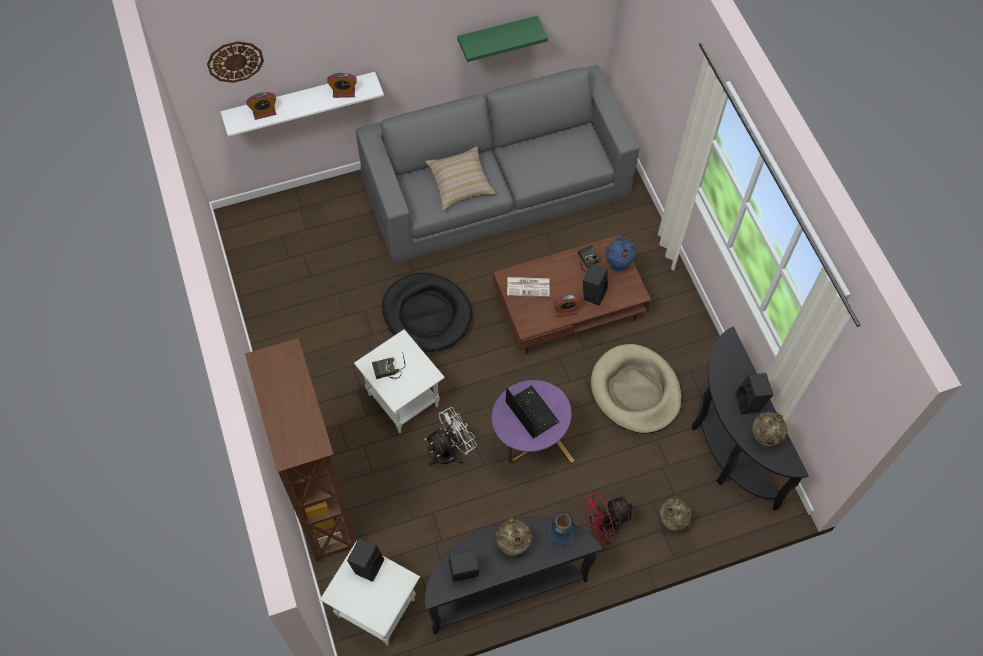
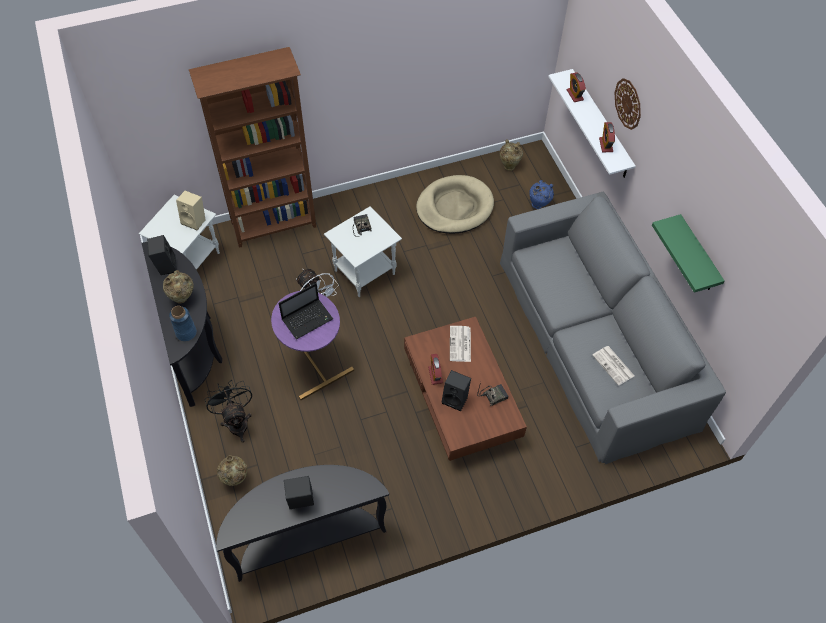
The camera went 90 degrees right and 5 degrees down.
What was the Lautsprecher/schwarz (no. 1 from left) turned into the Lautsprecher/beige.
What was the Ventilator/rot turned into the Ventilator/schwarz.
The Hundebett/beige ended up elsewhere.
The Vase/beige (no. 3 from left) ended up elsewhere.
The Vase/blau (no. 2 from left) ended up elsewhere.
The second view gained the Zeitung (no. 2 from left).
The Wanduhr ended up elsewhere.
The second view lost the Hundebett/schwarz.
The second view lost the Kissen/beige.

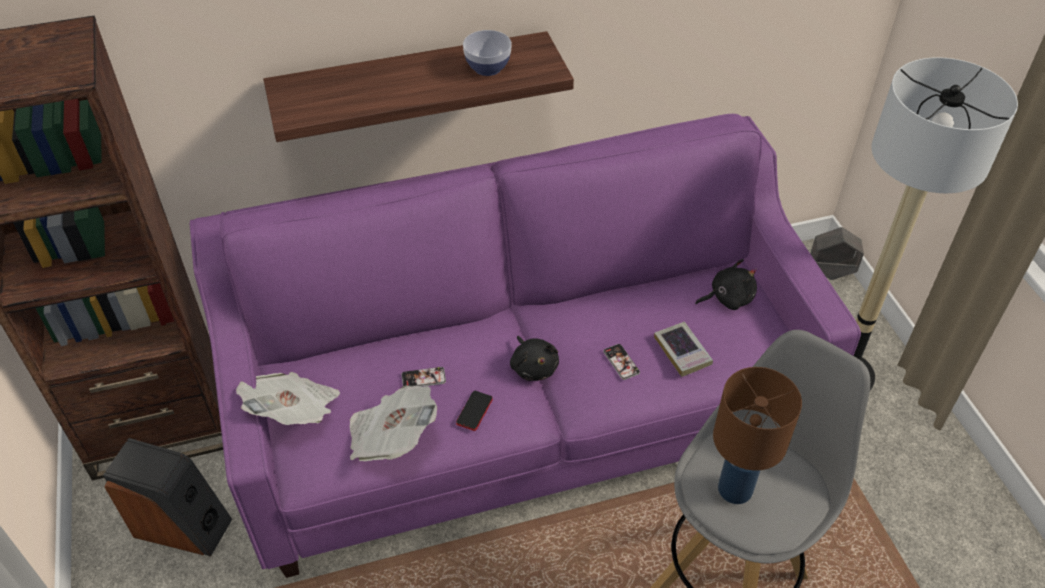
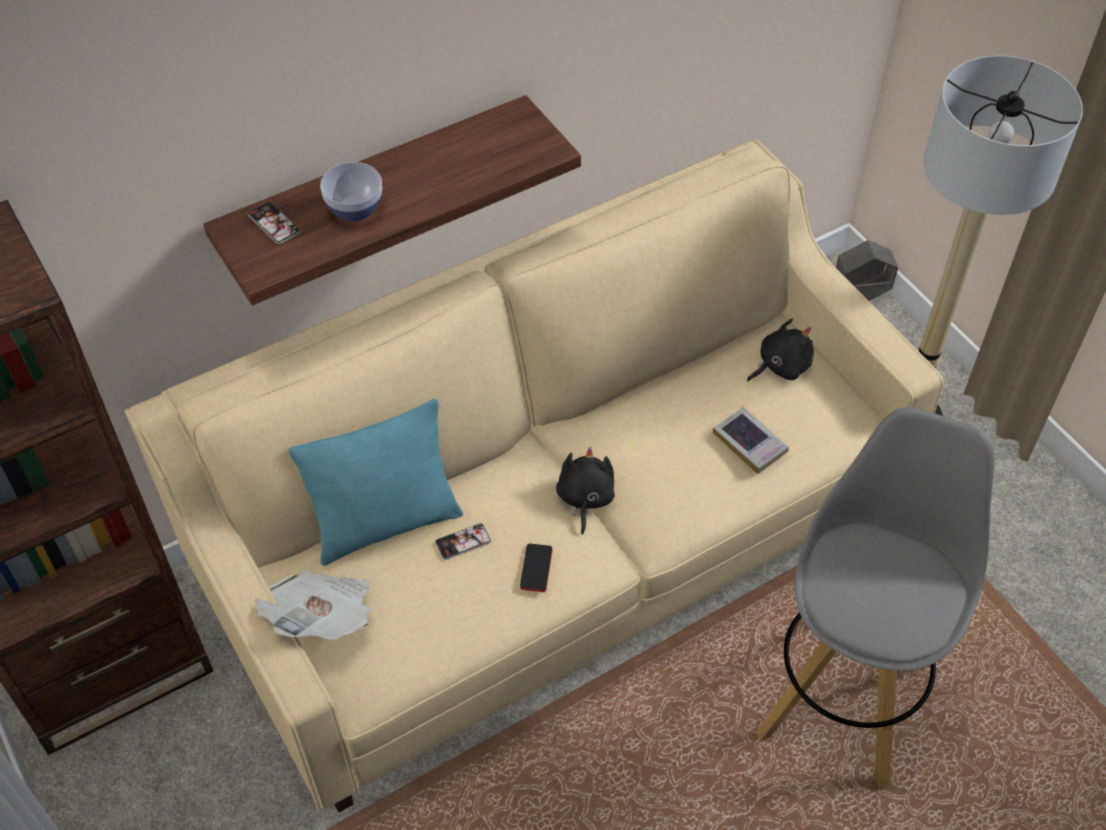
The camera went 15 degrees left and 5 degrees up.
What was the Sofa/lila turned into the Sofa/beige.
The Handy (no. 3 from left in the first image) ended up elsewhere.
The second view gained the Kissen/türkis.
The Schüssel ended up elsewhere.
The Plüschtier/schwarz (no. 1 from left) ended up facing another way, 135 degrees counterclockwise from before.
The second view lost the Lautsprecher.
The second view lost the Zeitung (no. 2 from left).
The second view lost the Tischlampe/braun.

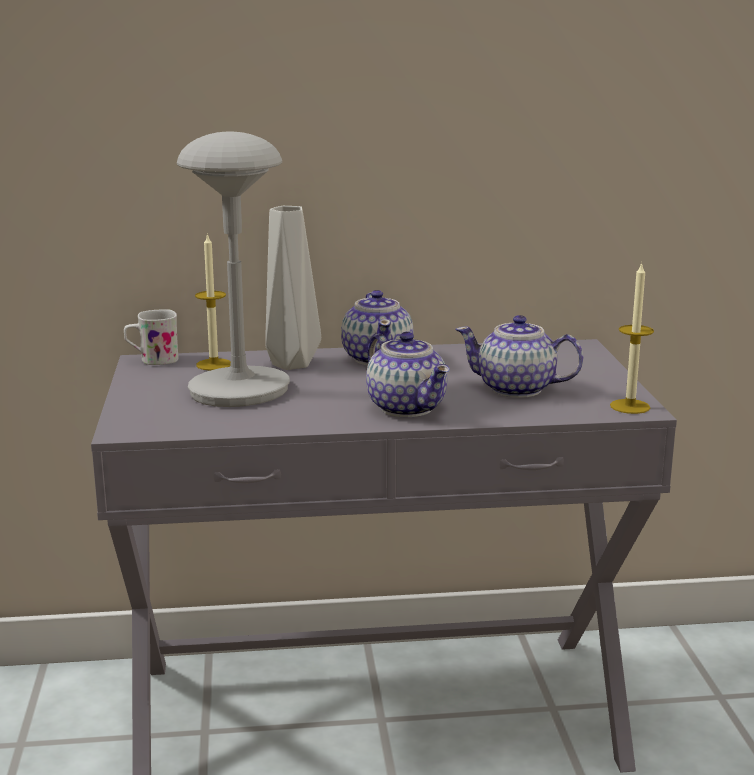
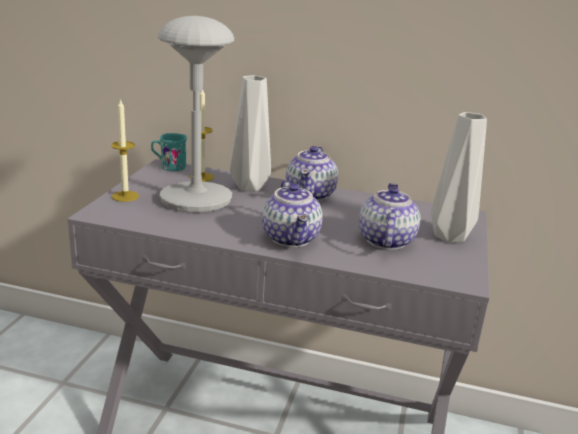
The camera went 20 degrees right and 5 degrees up.
The Kerze (no. 2 from left in the first image) ended up elsewhere.
What was the Henkelbecher/weiß turned into the Henkelbecher/türkis.
The Teekanne (no. 3 from left) ended up facing another way, 60 degrees clockwise from before.
The second view gained the Vase/grau (no. 2 from left).

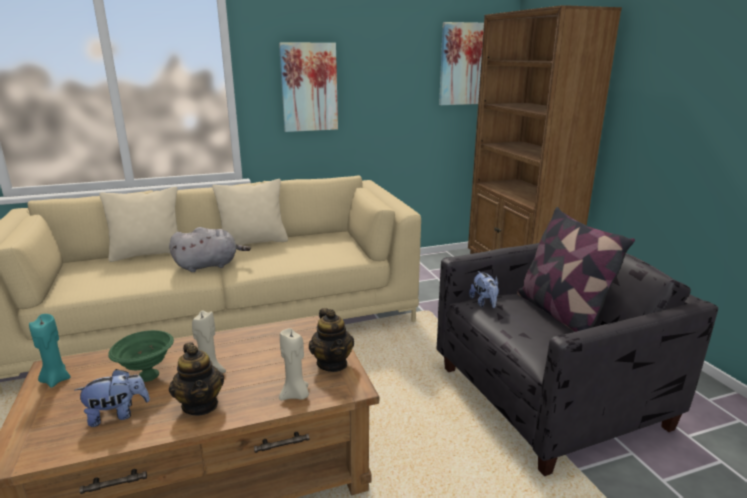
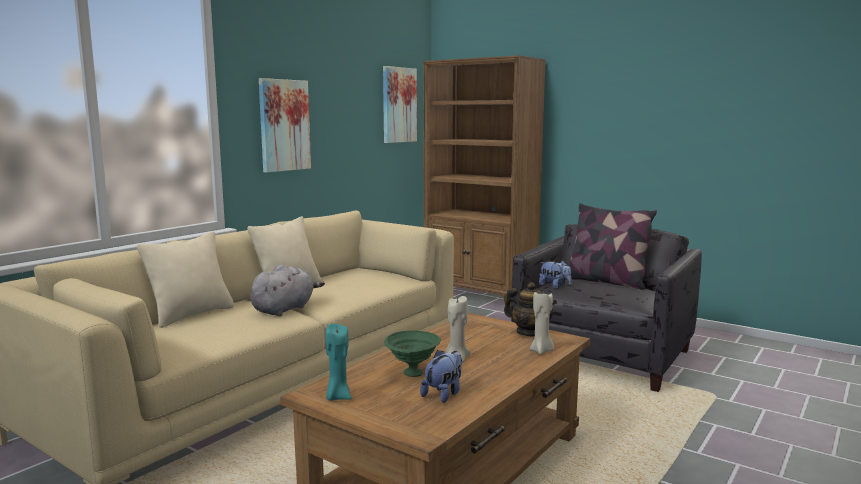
The camera went 35 degrees left and 10 degrees down.
The second view lost the Teekanne (no. 1 from left).

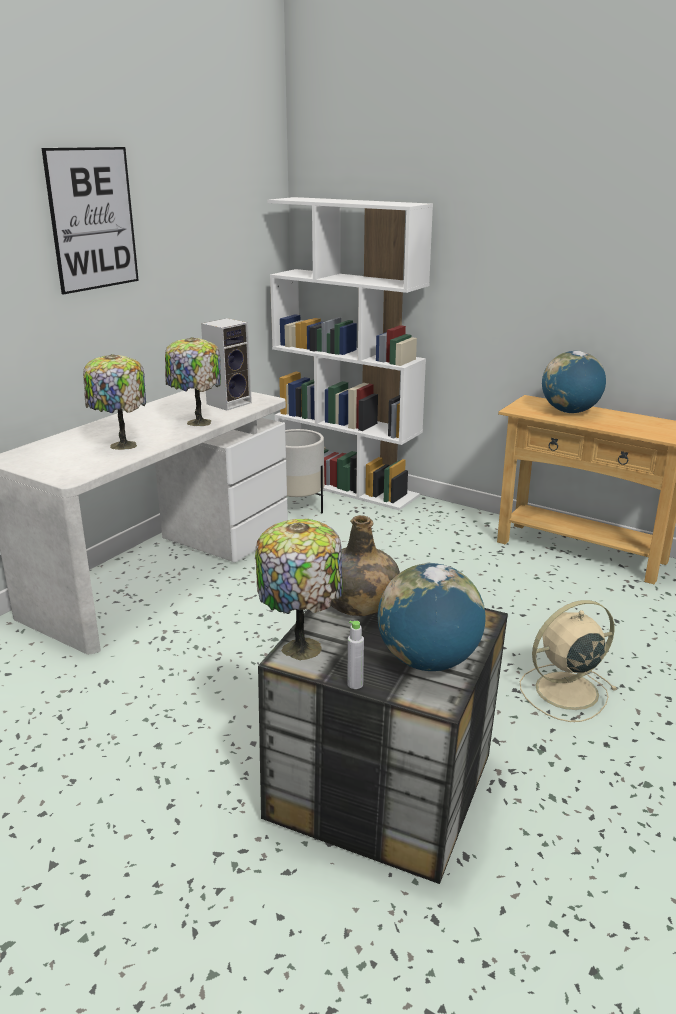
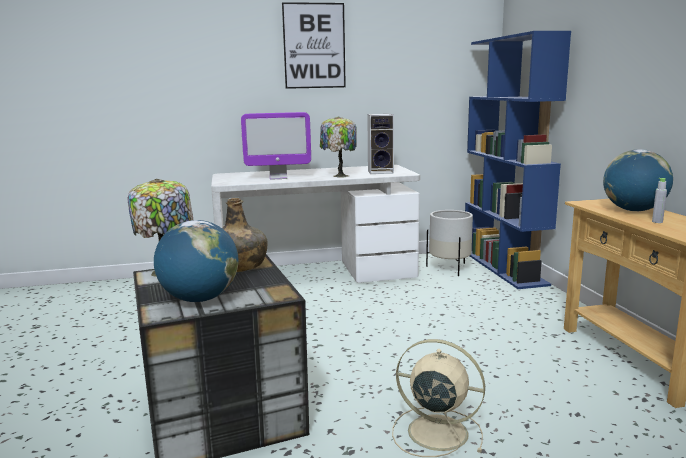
The camera went 45 degrees right and 10 degrees down.
Where the Tischlampe (no. 1 from left) stood, the Monitor came to stand.
What was the Bücherregal/weiß turned into the Bücherregal/blau.
The Flasche/grau ended up elsewhere.

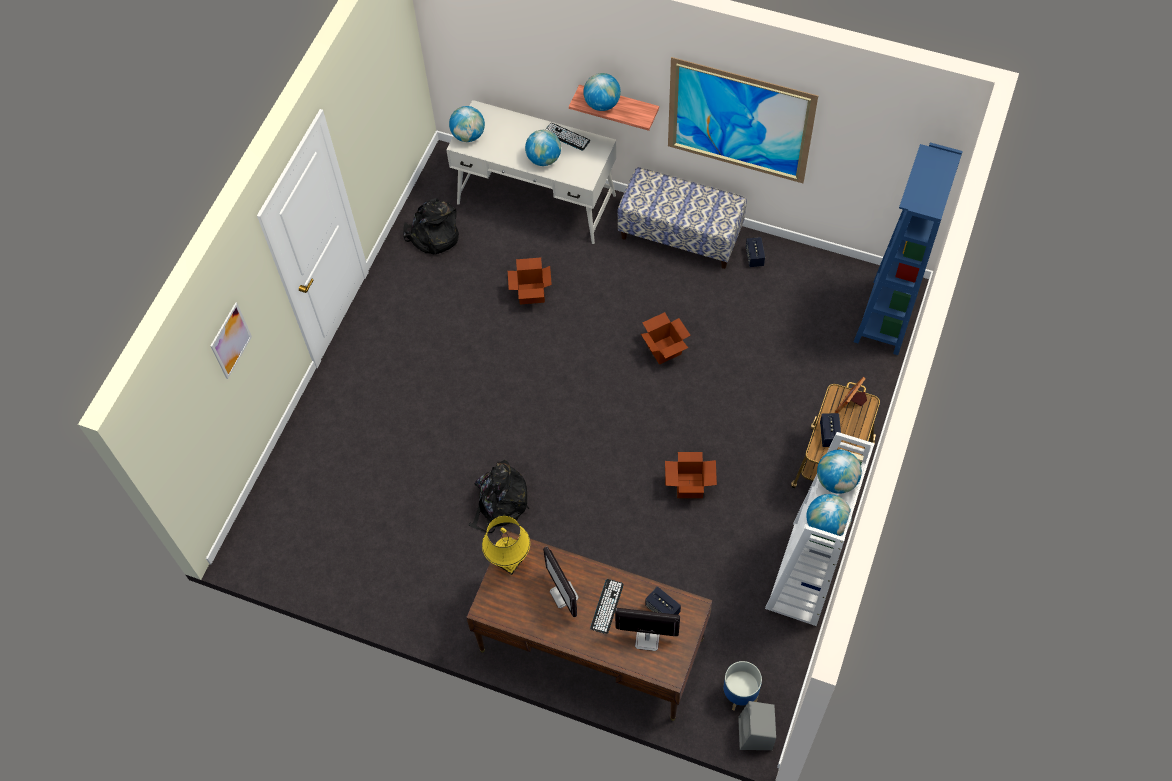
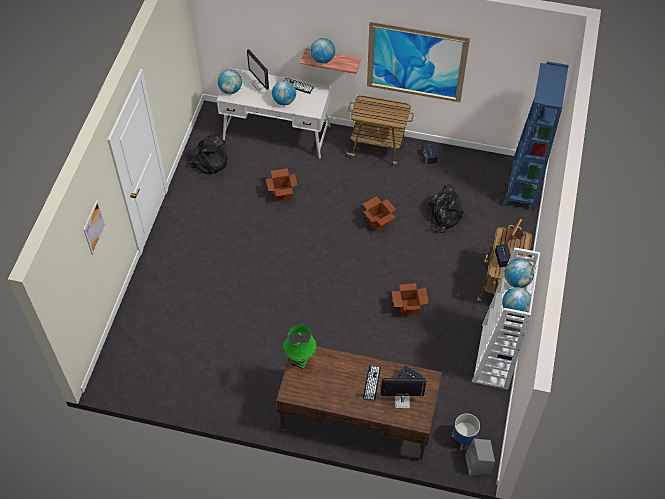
The camera went 10 degrees left and 5 degrees down.
The Monitor (no. 1 from left) ended up elsewhere.
What was the Tischlampe/gelb turned into the Tischlampe/grün.
Where the Bank stood, the Rollwagen (no. 1 from left) came to stand.
The Rucksack/schwarz (no. 2 from left) ended up elsewhere.

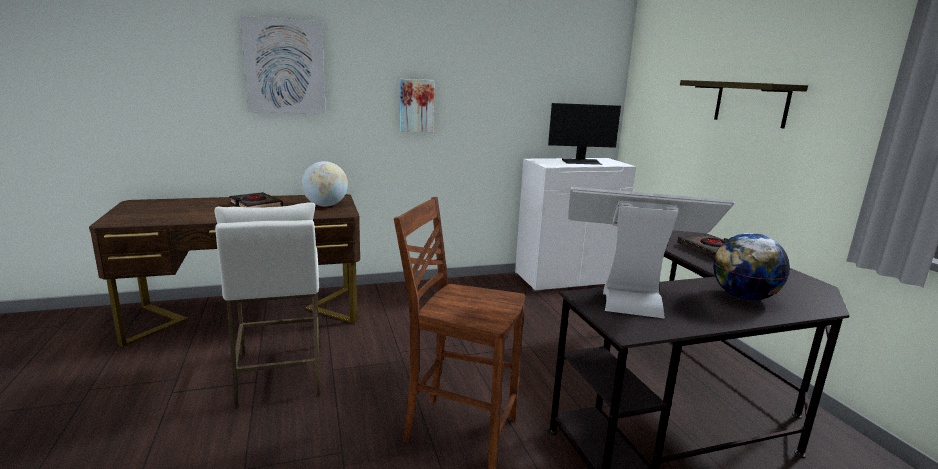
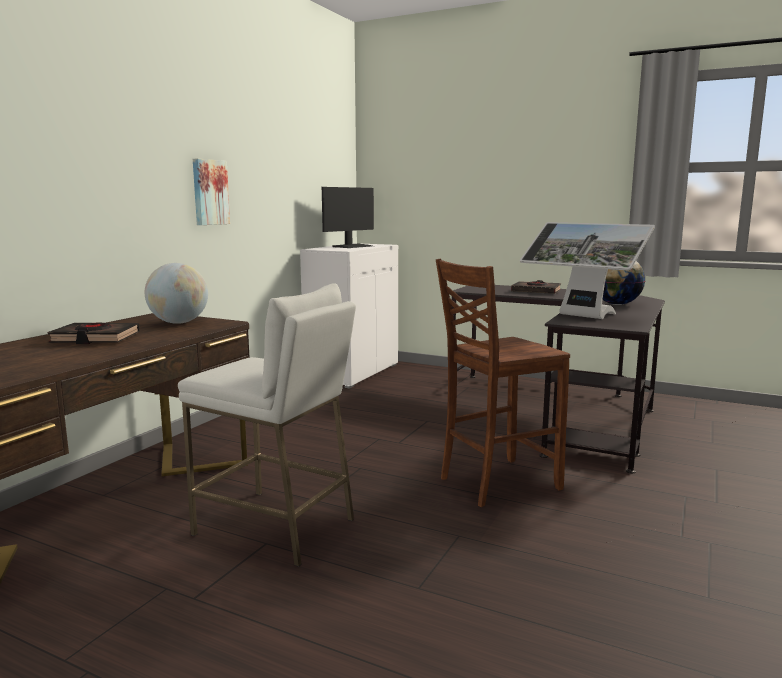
The camera went 45 degrees left and 5 degrees down.
The Monitor (no. 2 from left) ended up facing another way, 105 degrees counterclockwise from before.
The second view lost the Bild (no. 1 from left).
The second view lost the Wandregal.

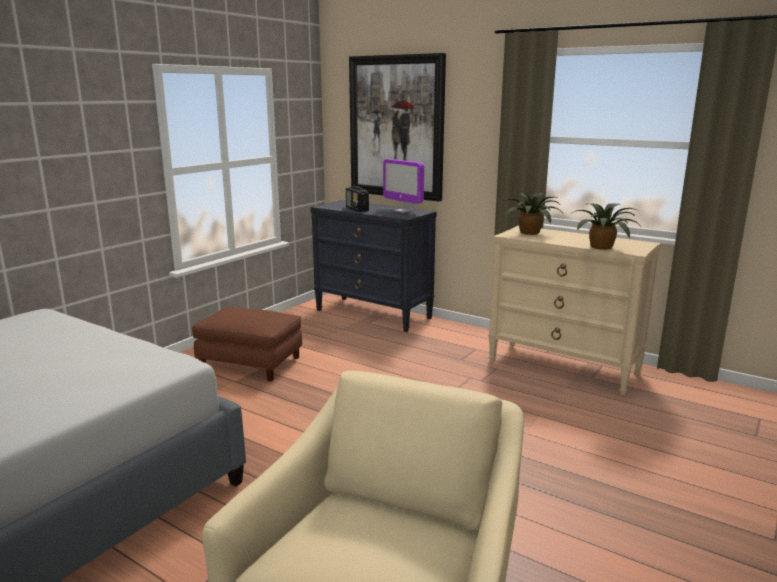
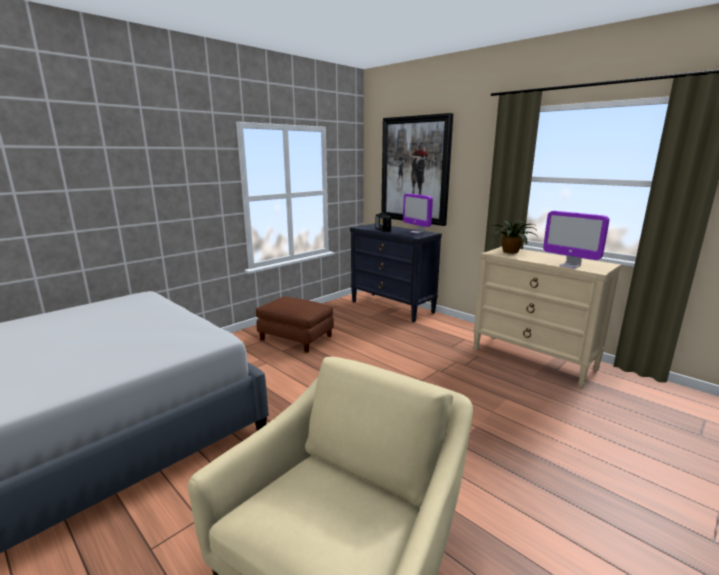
The camera went 10 degrees right and 0 degrees up.
Where the Topfpflanze (no. 2 from left) stood, the Monitor (no. 2 from left) came to stand.

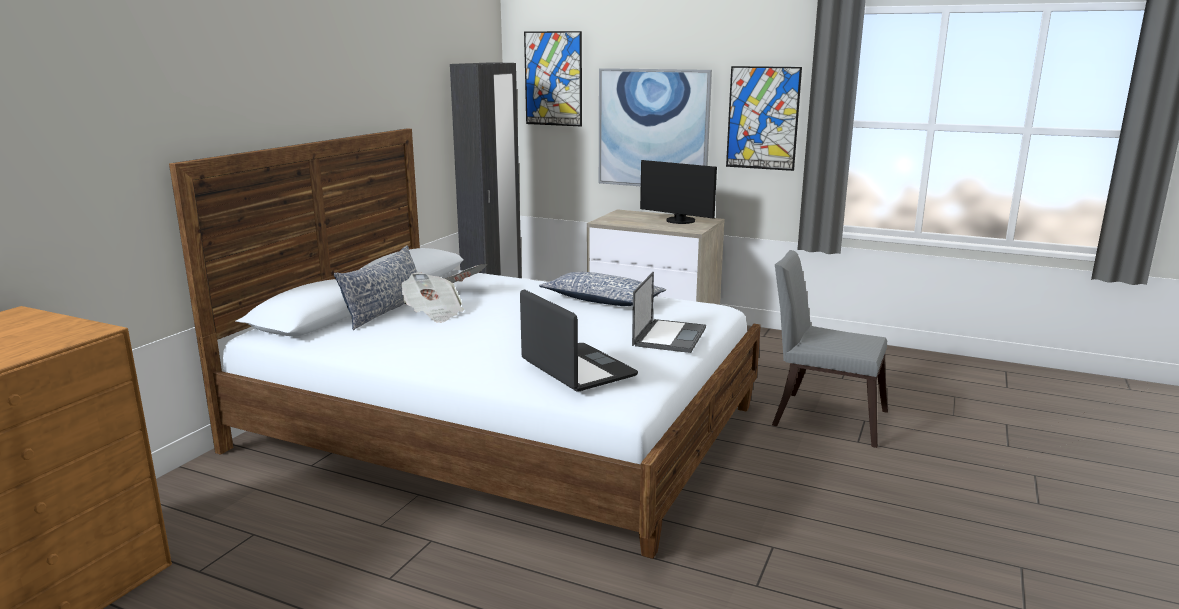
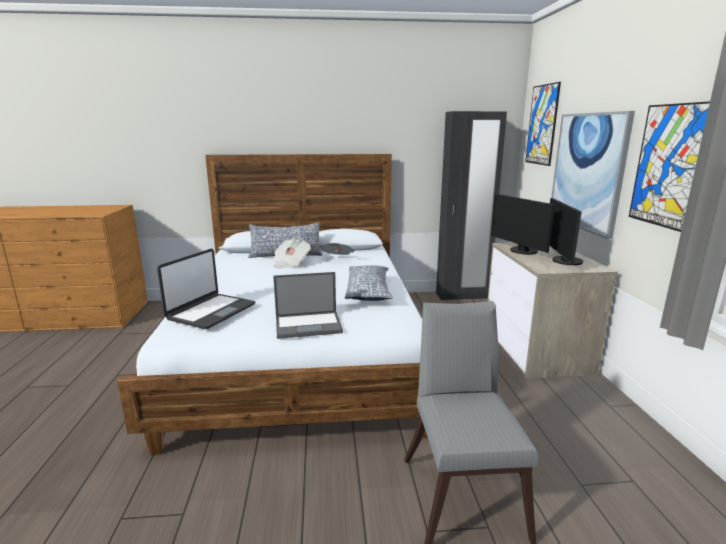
The camera went 60 degrees right and 0 degrees up.
The second view gained the Monitor (no. 1 from left).

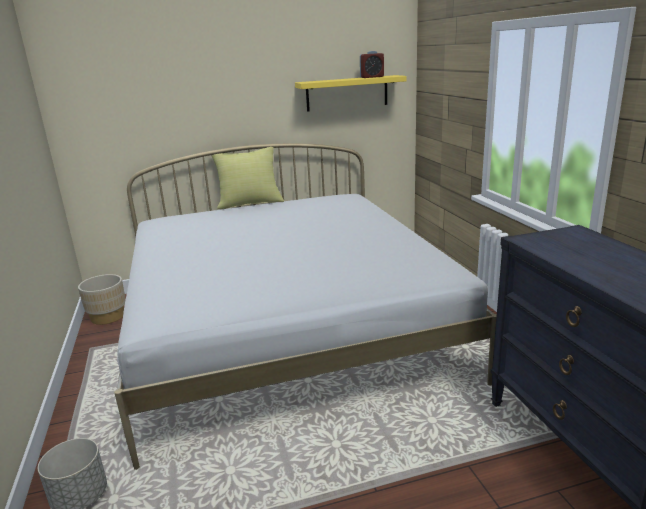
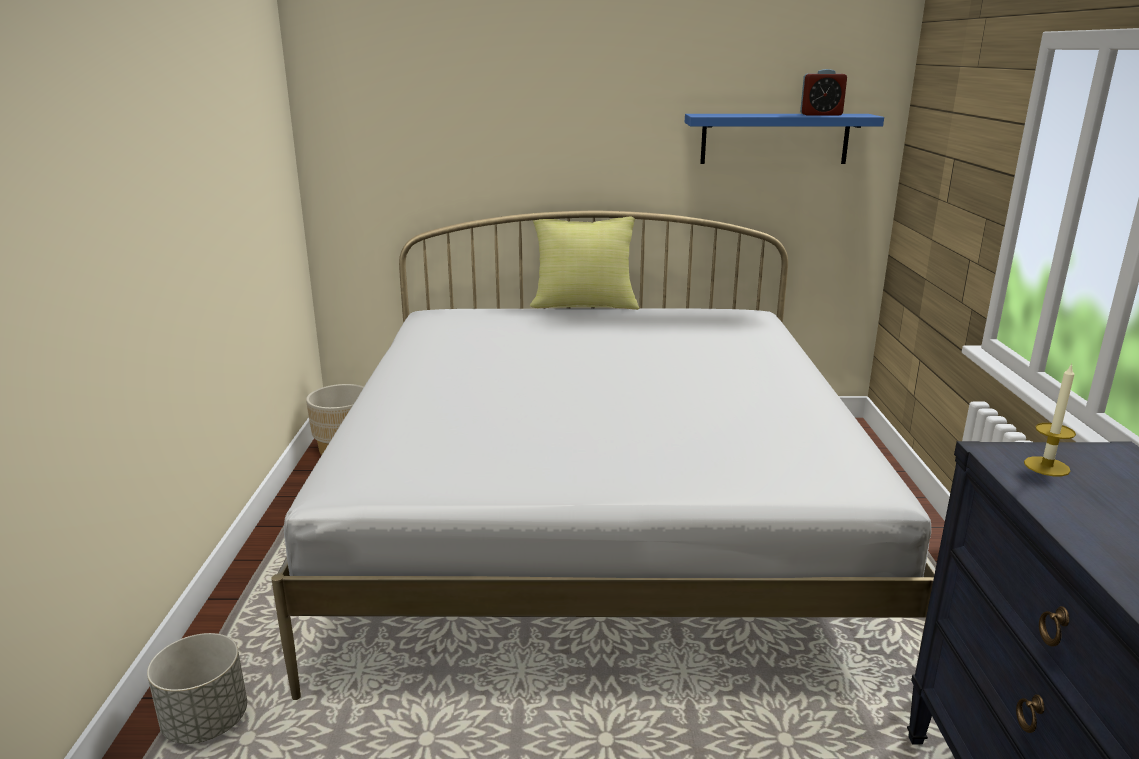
The camera went 15 degrees right and 0 degrees up.
What was the Wandregal/gelb turned into the Wandregal/blau.
The second view gained the Kerze.

